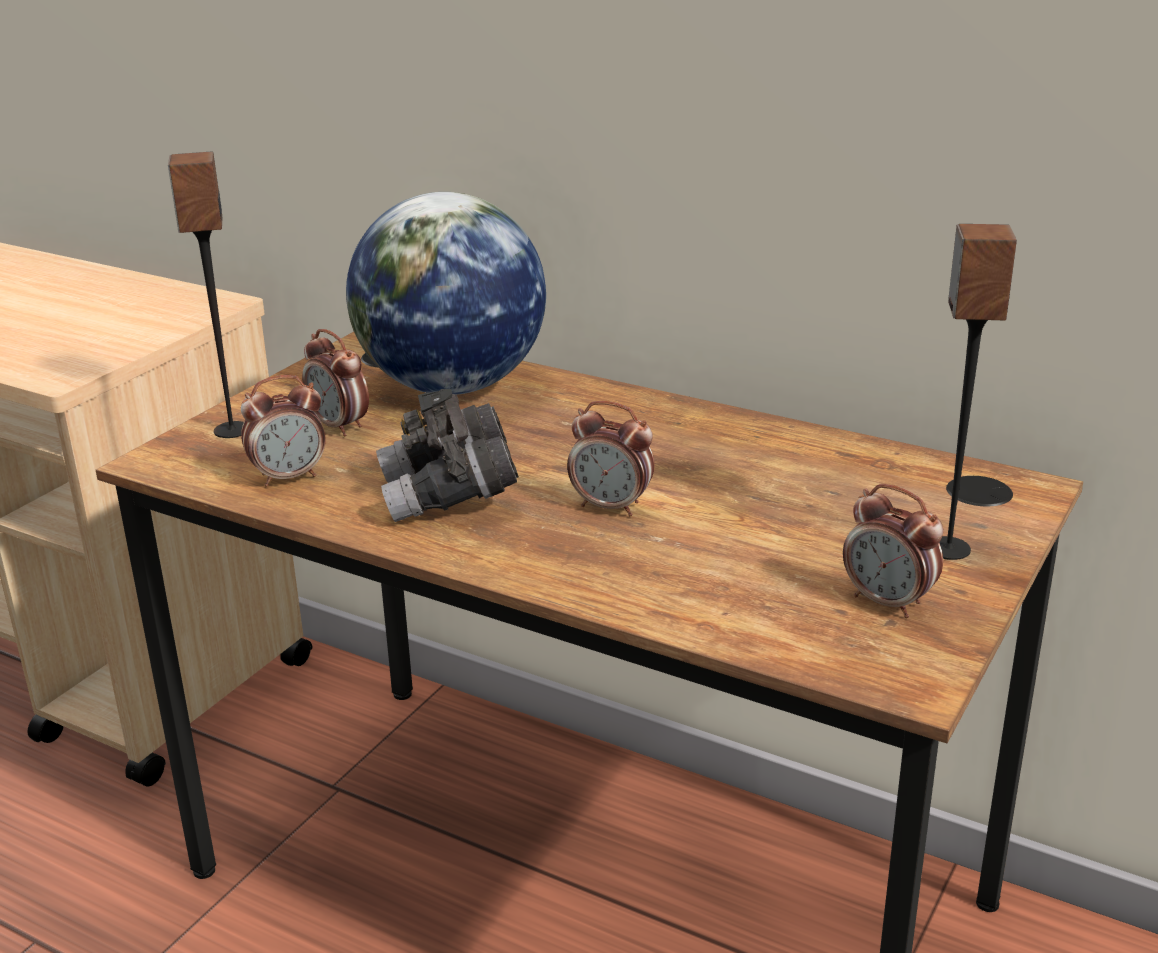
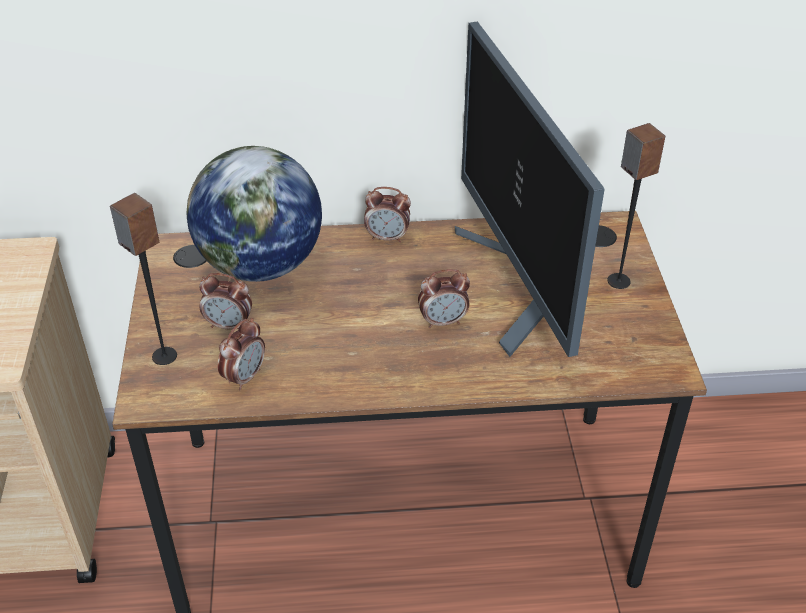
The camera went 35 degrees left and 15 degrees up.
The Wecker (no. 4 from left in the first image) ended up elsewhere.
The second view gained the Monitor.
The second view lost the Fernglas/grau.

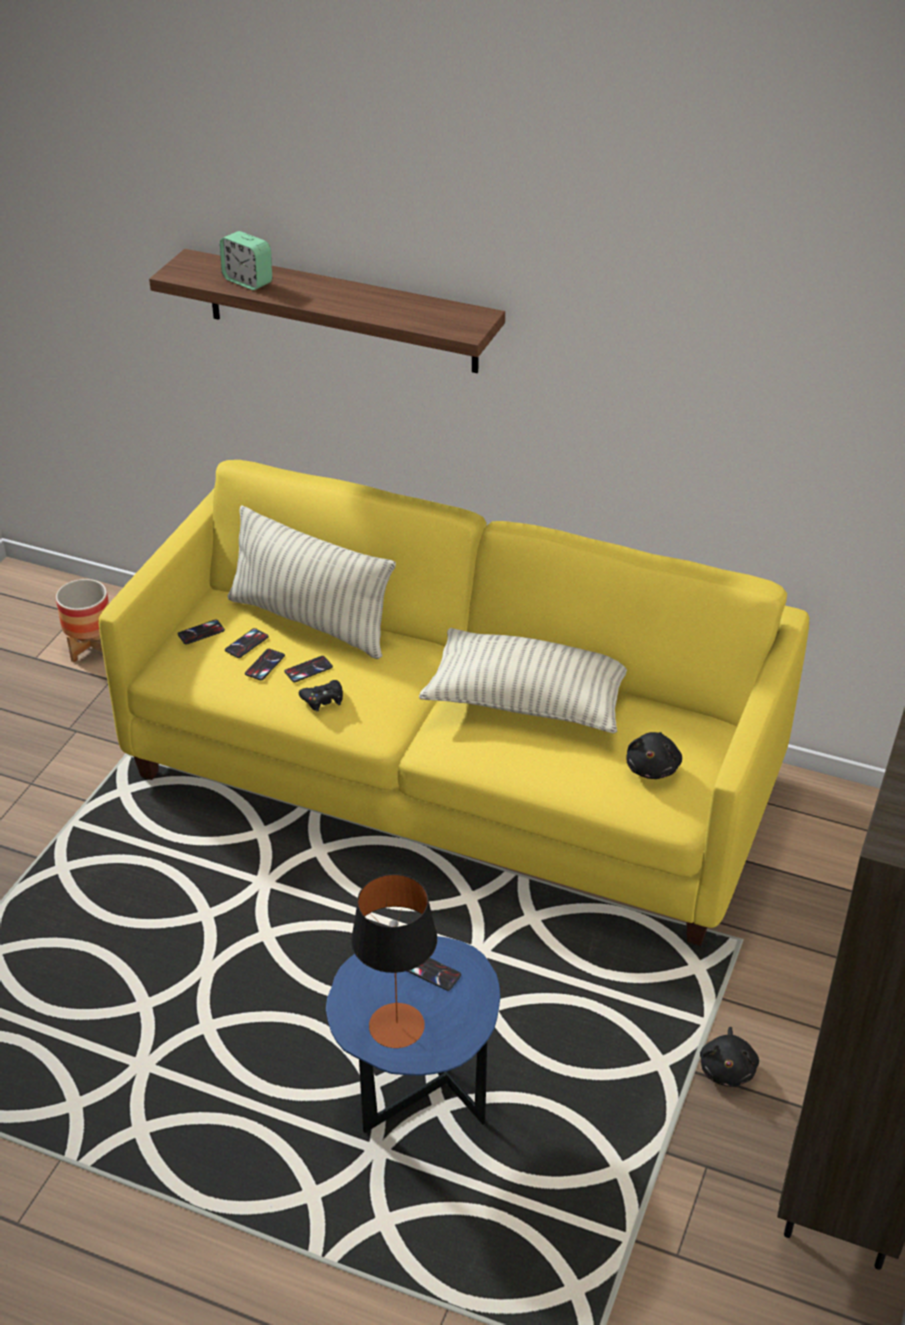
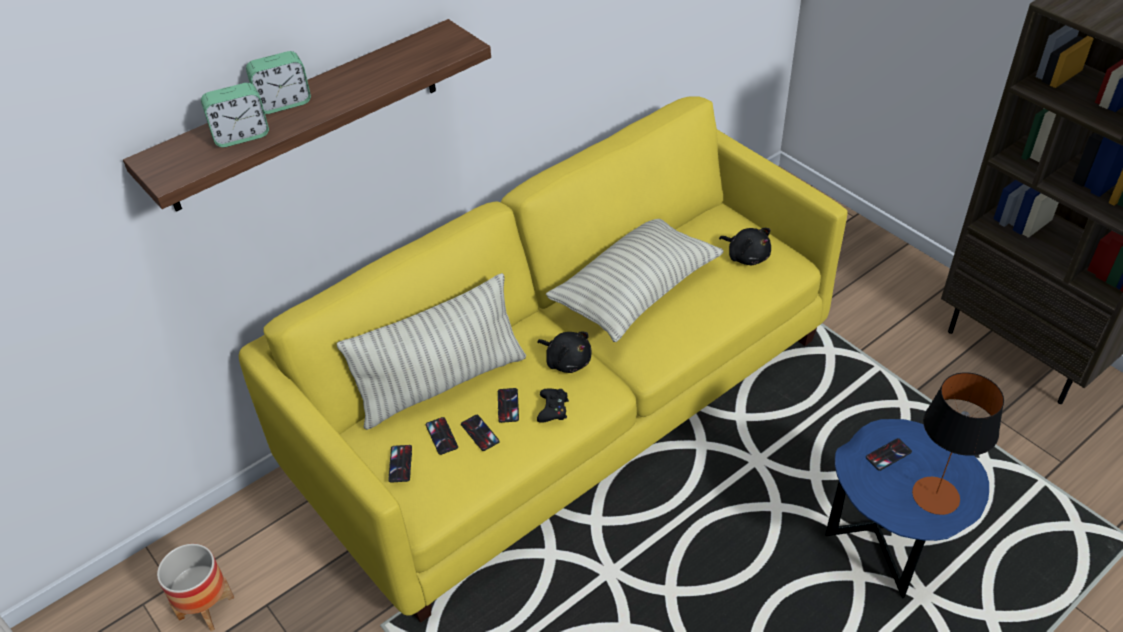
The camera went 60 degrees left and 5 degrees up.
The second view gained the Wecker (no. 2 from left).
The Plüschtier/schwarz (no. 2 from left in the first image) ended up elsewhere.

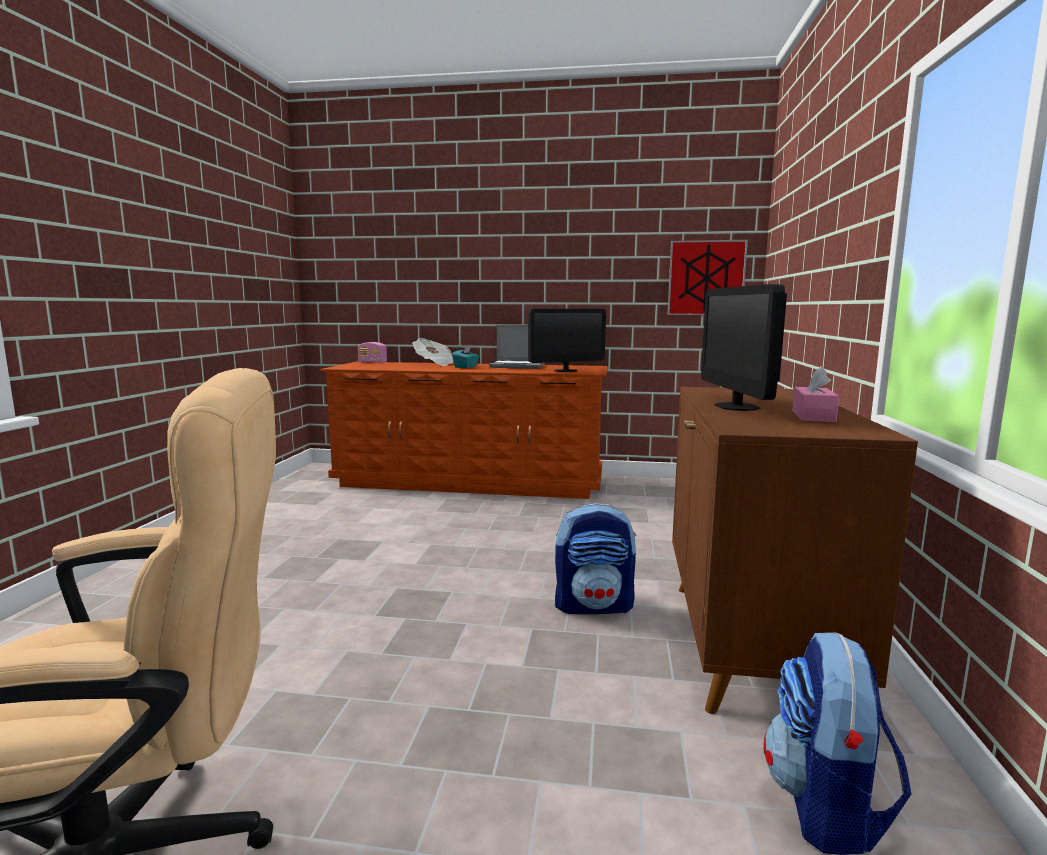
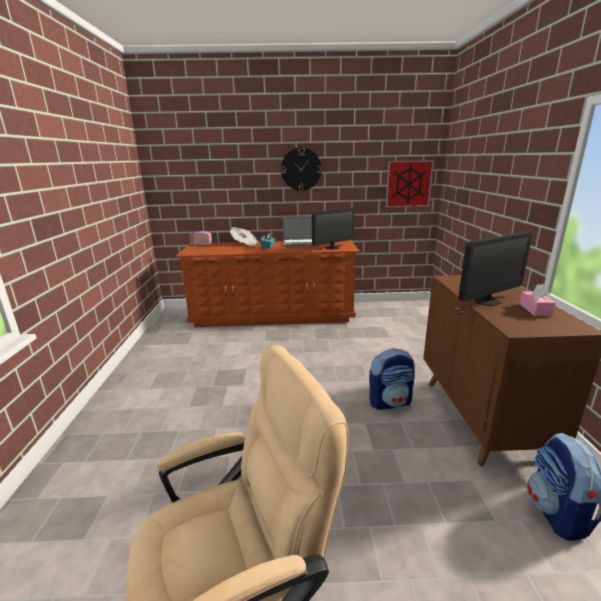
The camera went 10 degrees left and 10 degrees up.
The second view gained the Wanduhr.
The Monitor (no. 2 from left) ended up facing another way, 105 degrees counterclockwise from before.

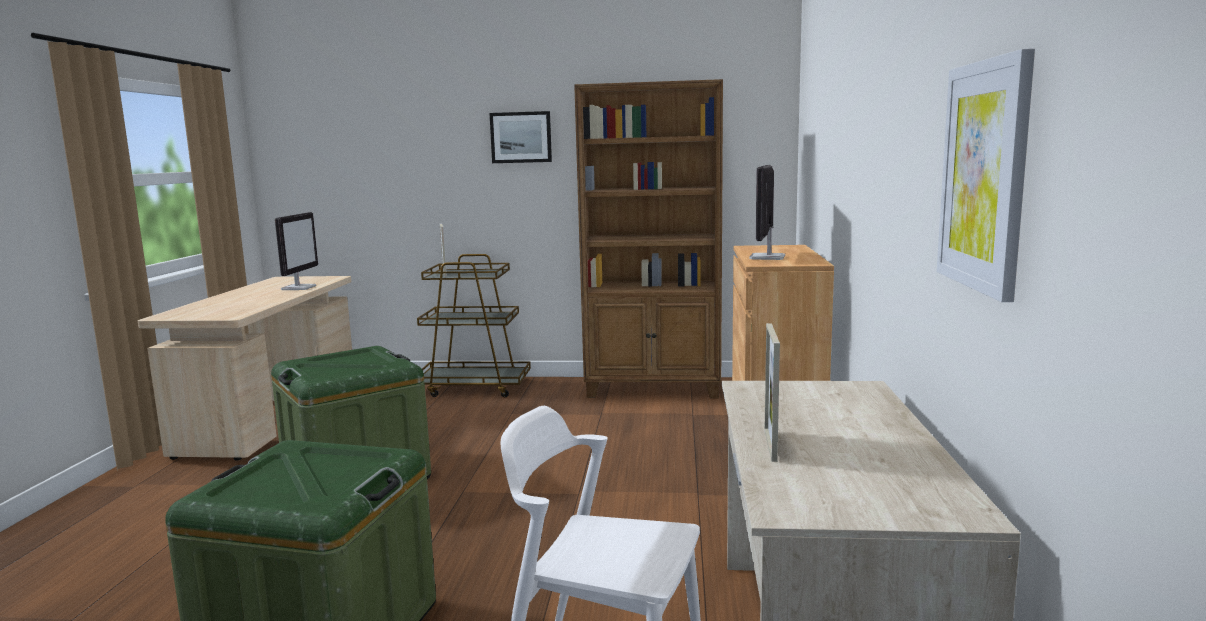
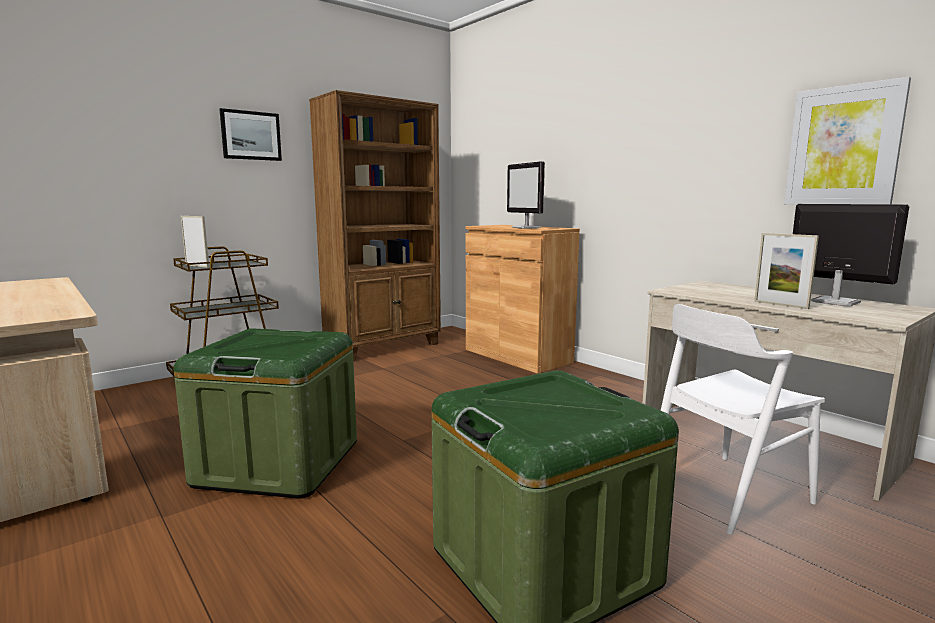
The camera went 45 degrees left and 0 degrees up.
The Monitor (no. 1 from left in the first image) ended up elsewhere.

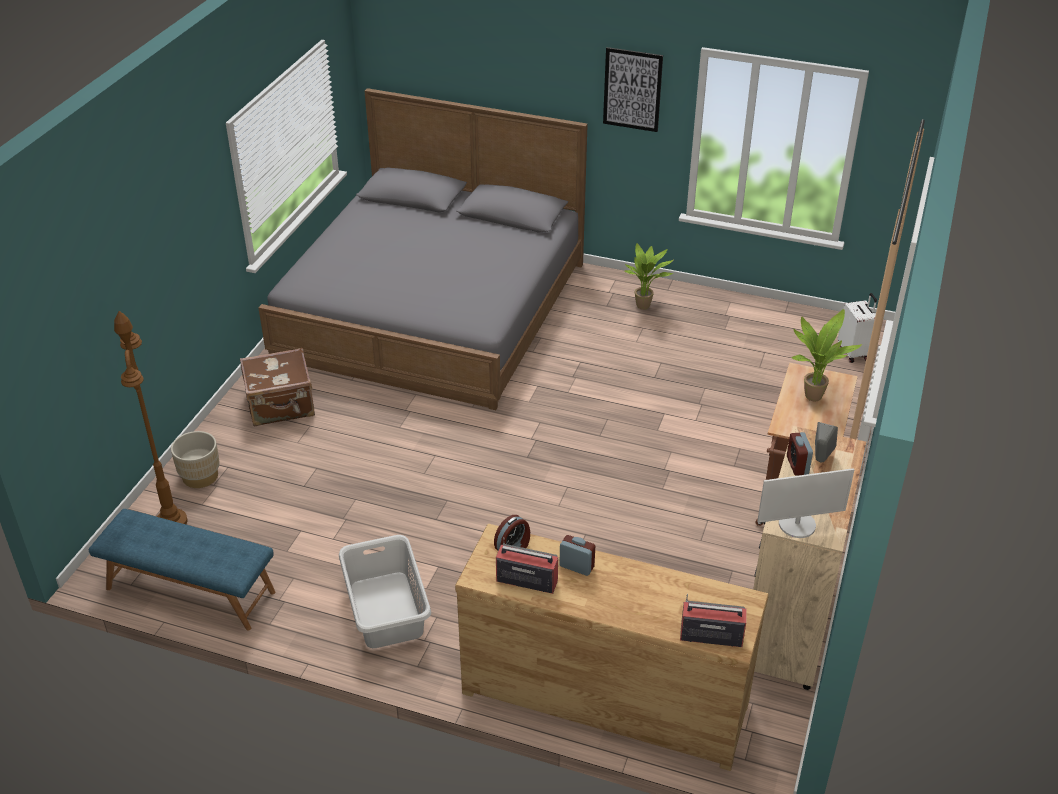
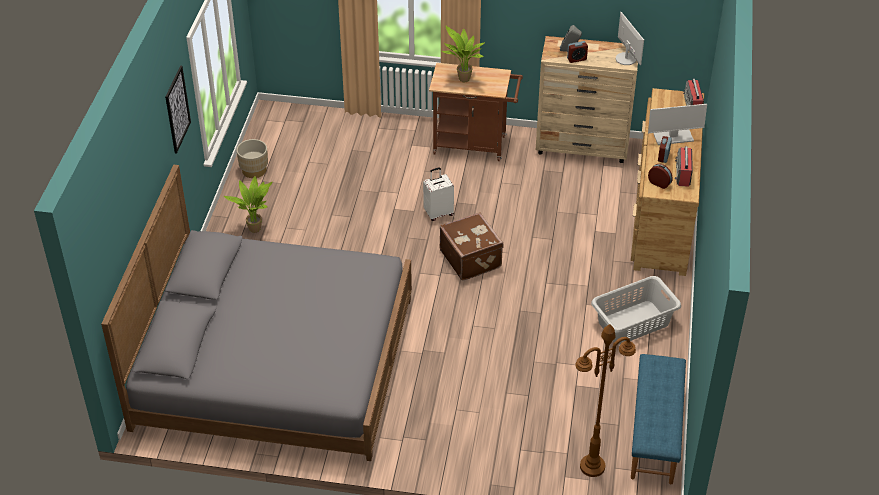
The camera went 100 degrees left and 5 degrees up.
The Pflanzkübel/beige ended up elsewhere.
The Koffer/weiß ended up elsewhere.
The Koffer/braun ended up elsewhere.
The second view gained the Monitor (no. 2 from left).

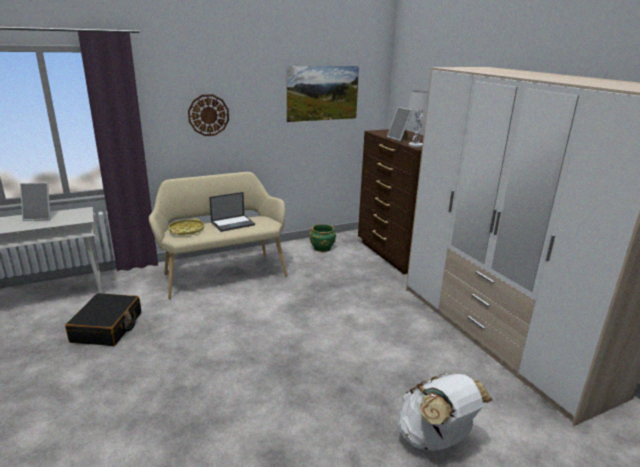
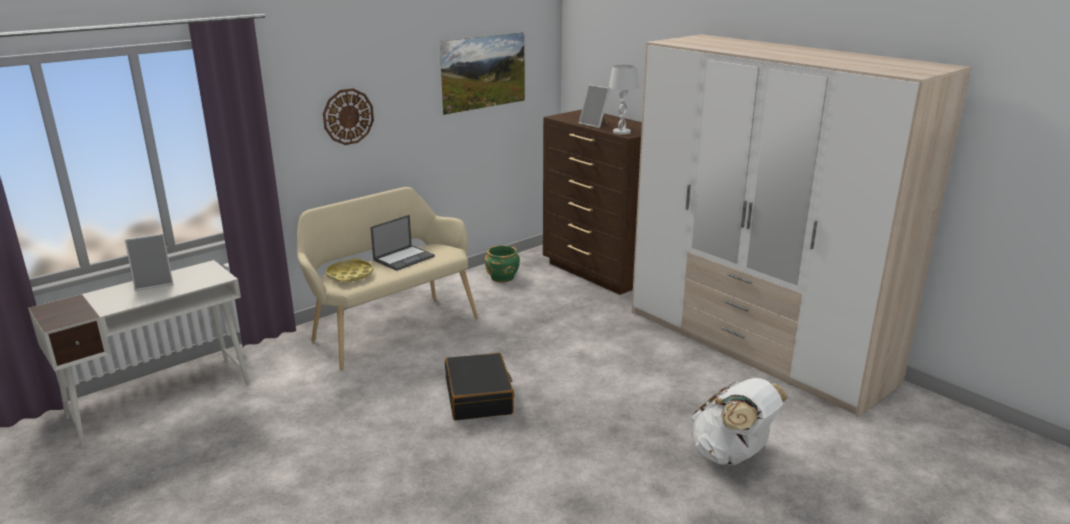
The camera went 15 degrees left and 0 degrees up.
The Koffer/schwarz ended up elsewhere.

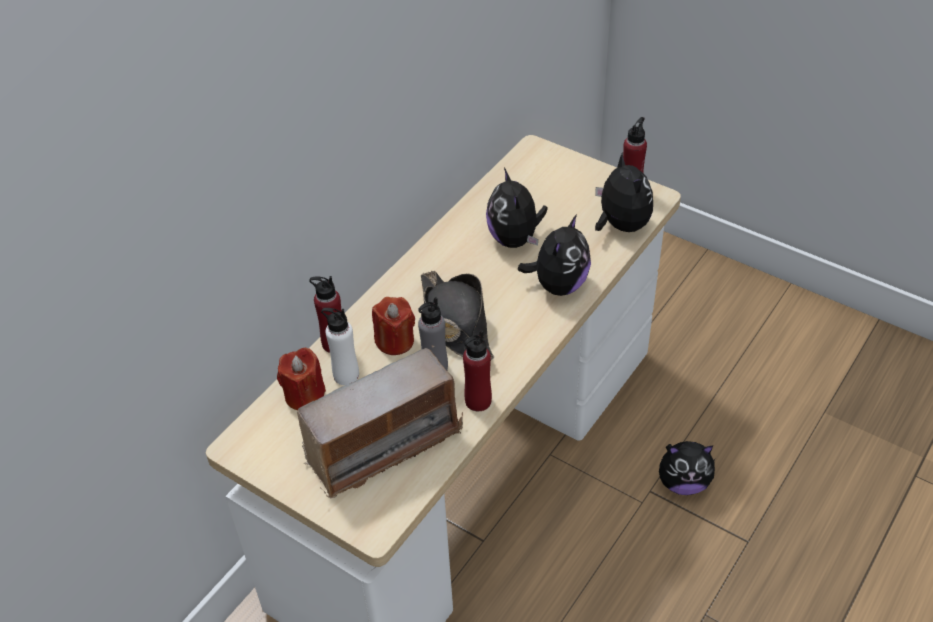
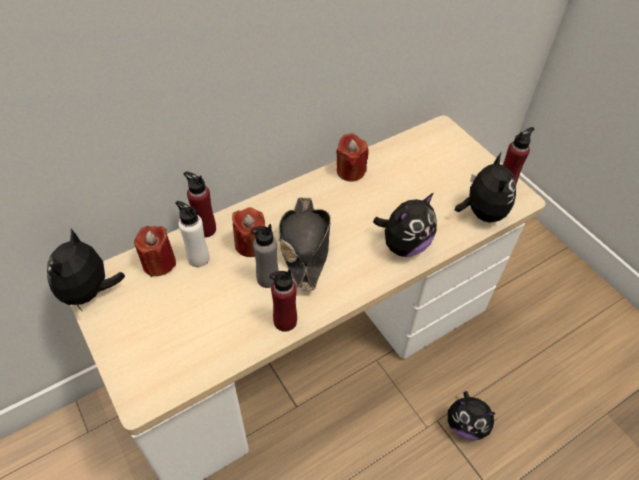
The camera went 20 degrees right and 5 degrees up.
The Plüschtier (no. 1 from left) ended up elsewhere.
The second view gained the Kerze/rot (no. 3 from left).
The second view lost the Radio.

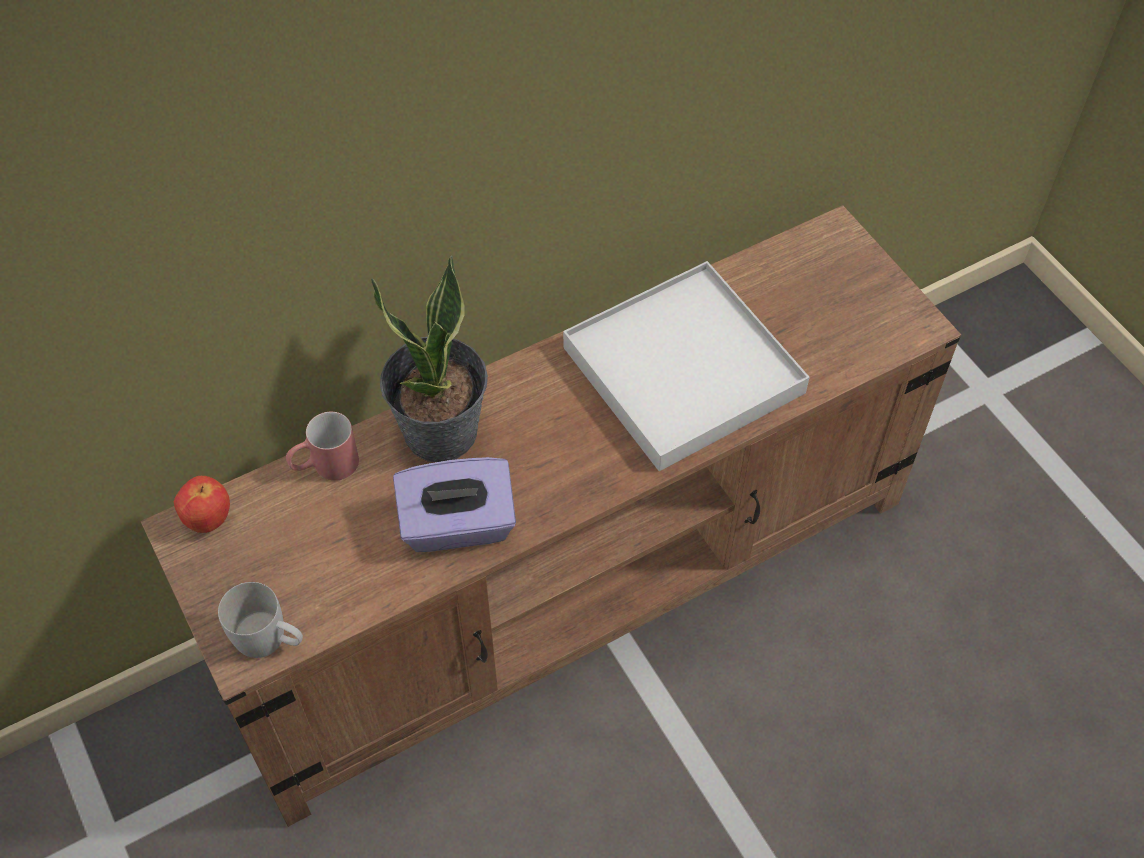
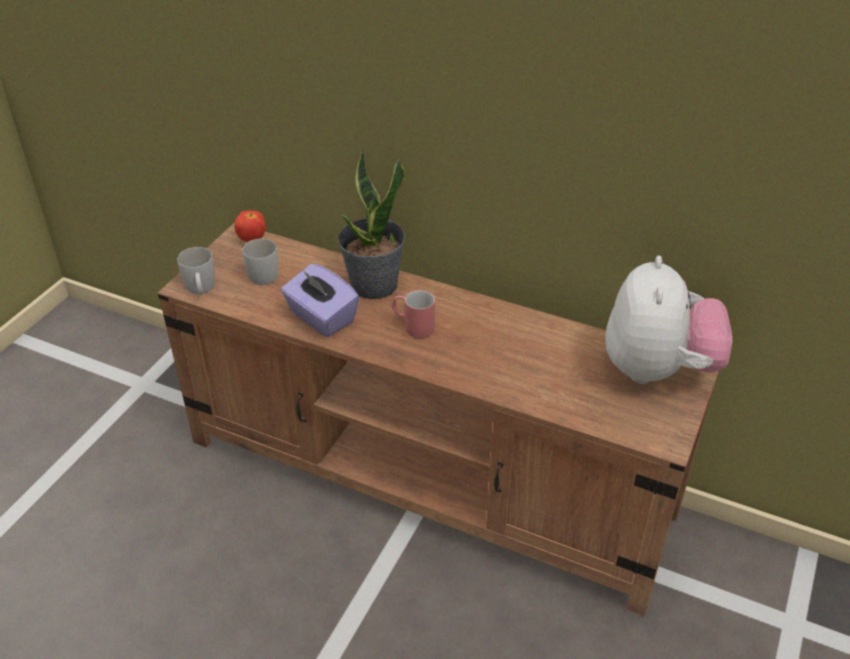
The camera went 55 degrees right and 15 degrees down.
The second view gained the Henkelbecher/weiß (no. 2 from left).
The Henkelbecher/rot ended up elsewhere.
The second view gained the Plüschtier.
The second view lost the Tablett/weiß.

